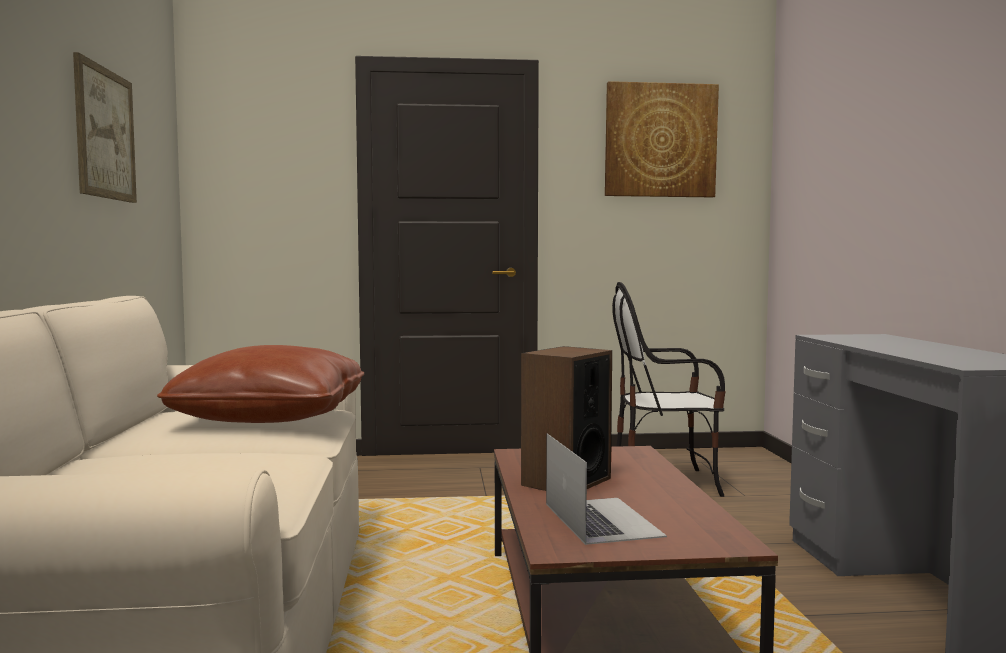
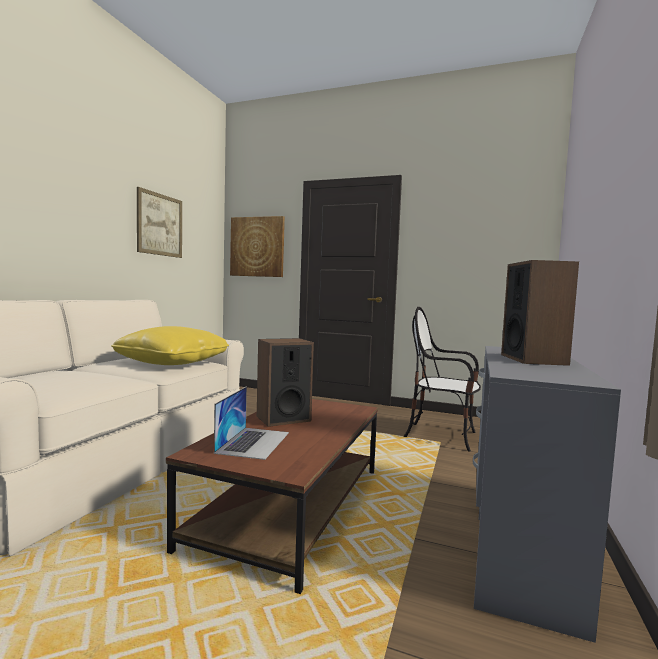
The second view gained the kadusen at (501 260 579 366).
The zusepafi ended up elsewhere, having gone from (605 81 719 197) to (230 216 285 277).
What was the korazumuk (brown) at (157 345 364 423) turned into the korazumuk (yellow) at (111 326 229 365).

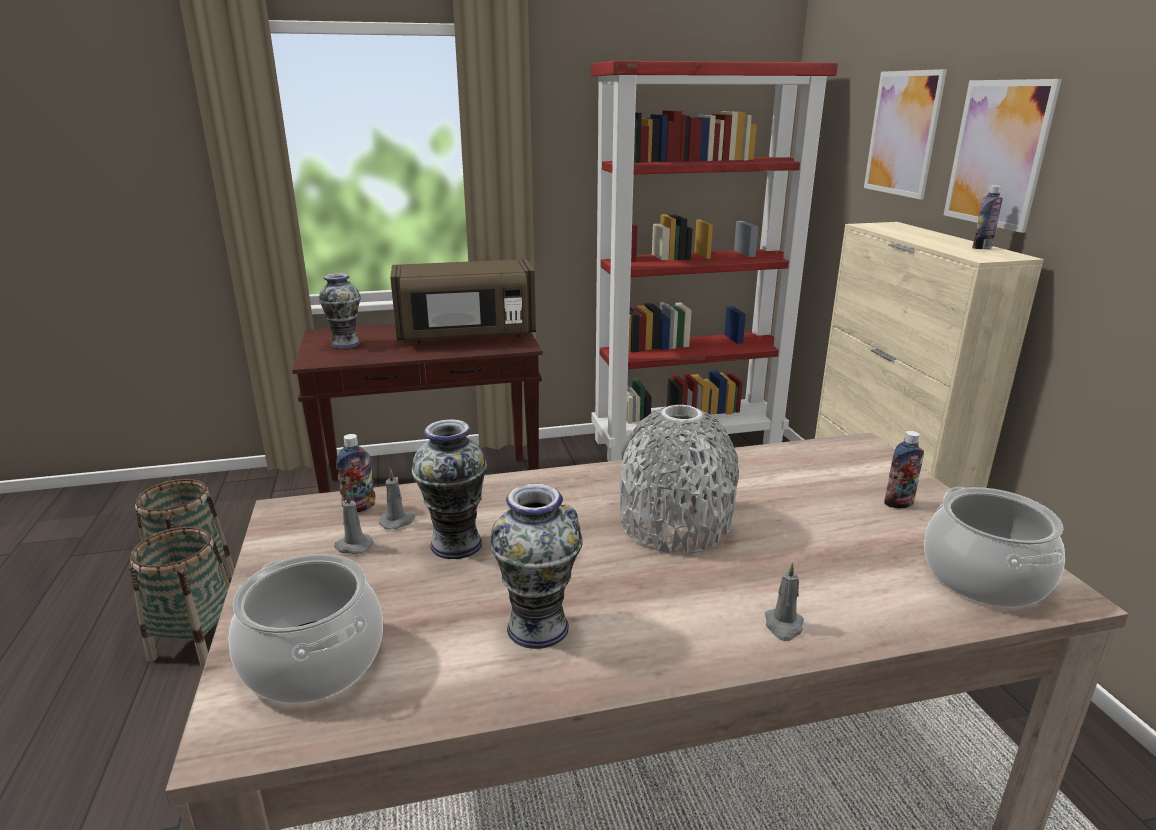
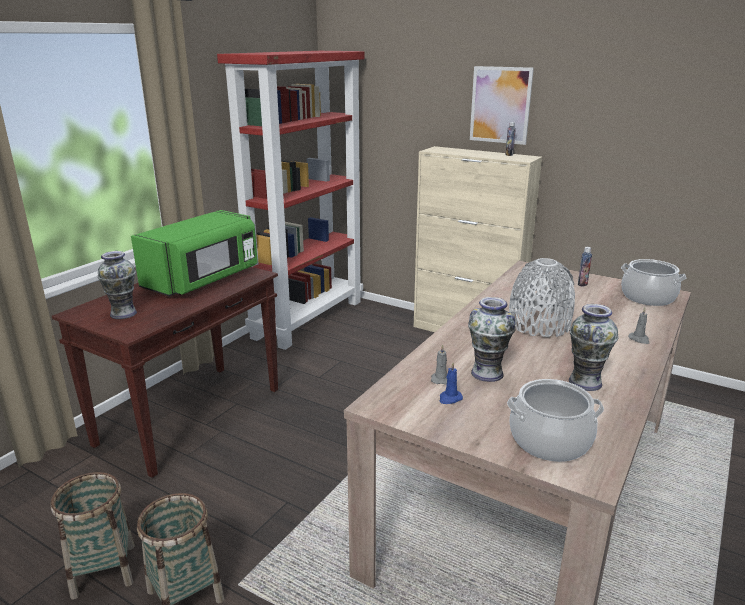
The second view lost the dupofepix at (336 434 375 512).
The second view lost the zusepafi at (864 69 947 200).
What was the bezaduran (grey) at (334 491 373 554) turned into the bezaduran (blue) at (439 363 463 404).
What was the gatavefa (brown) at (390 259 536 343) turned into the gatavefa (green) at (131 210 258 297).

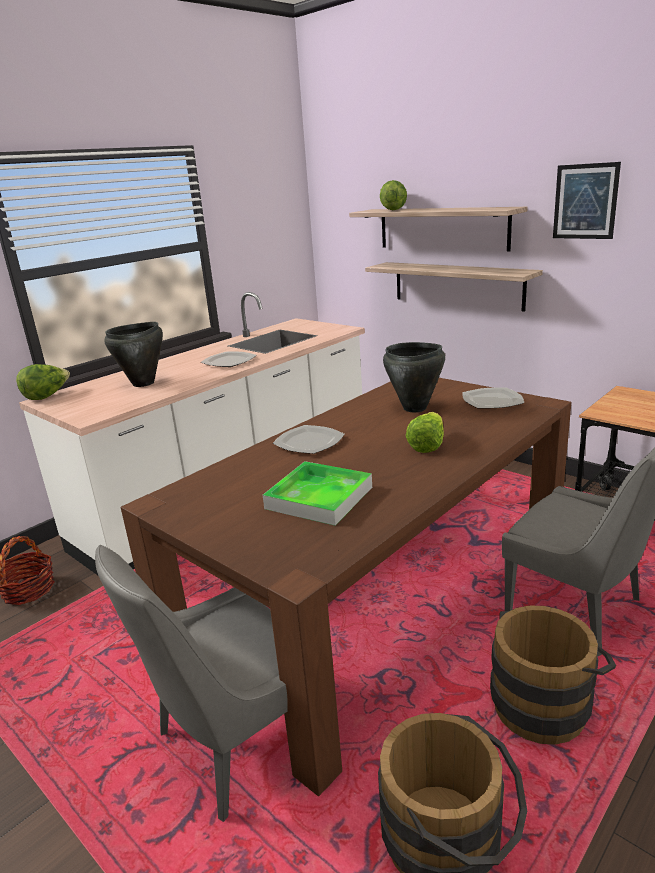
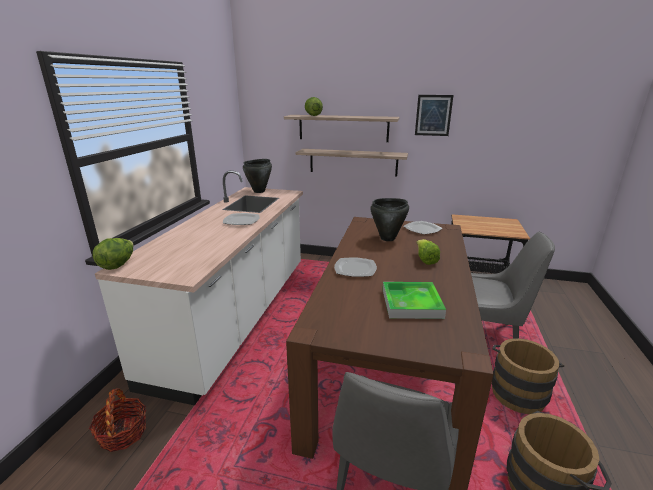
The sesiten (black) ended up elsewhere, having gone from (104 322 163 387) to (243 159 272 193).

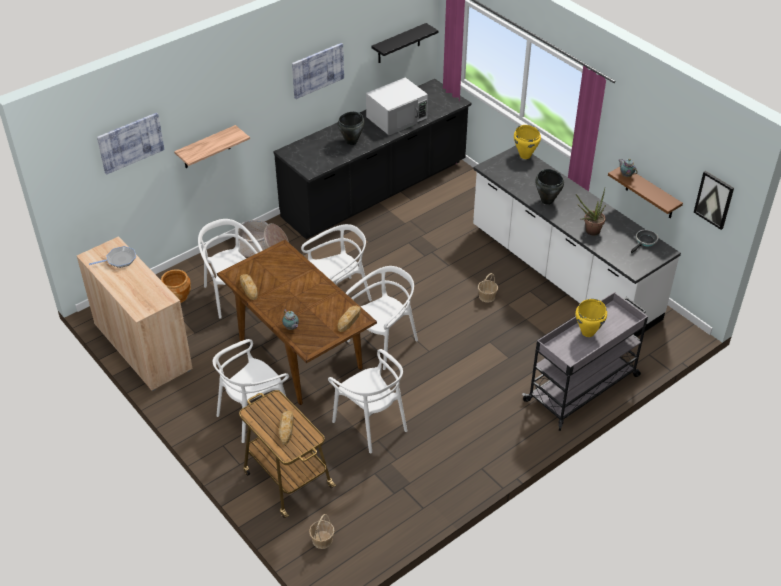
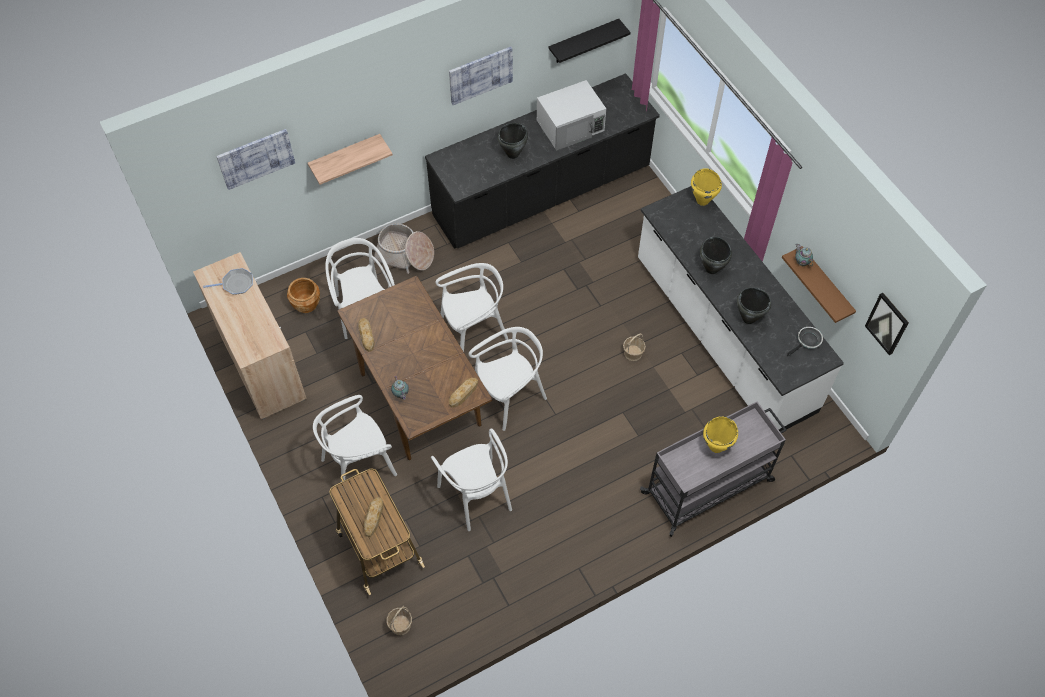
Where the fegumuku stood at (576 189 606 236), the sesiten (black) came to stand at (737 287 771 324).

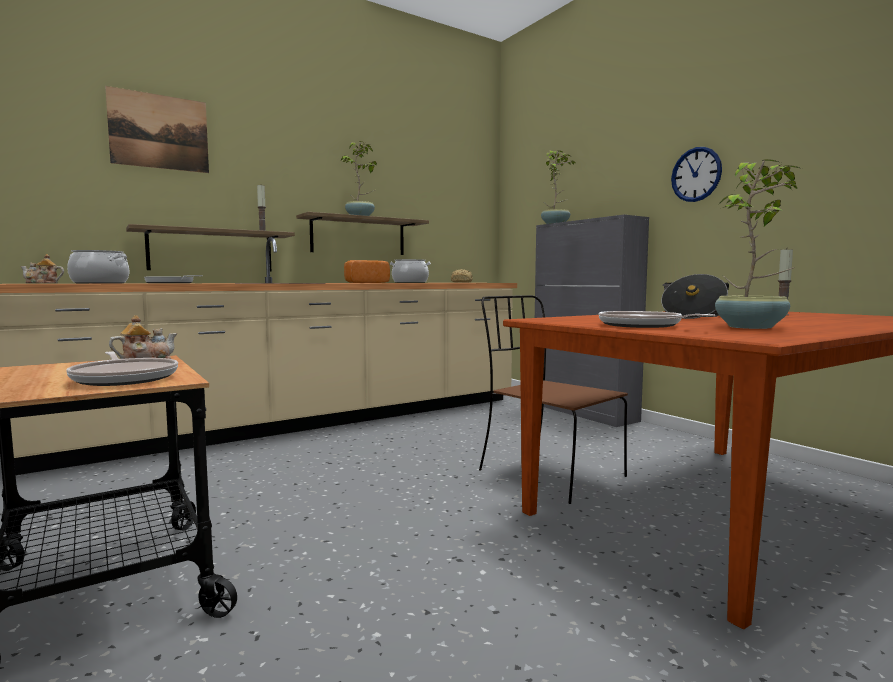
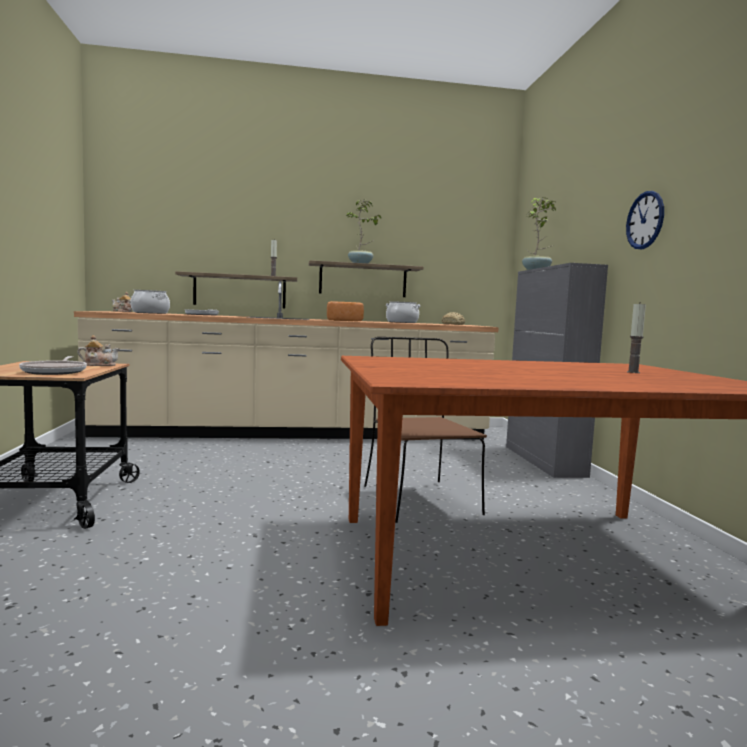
The second view lost the zusepafi at (105 86 209 173).
The second view lost the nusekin at (599 311 715 328).
The second view lost the sesiten at (661 274 729 319).
The second view lost the fegumuku at (715 159 802 329).

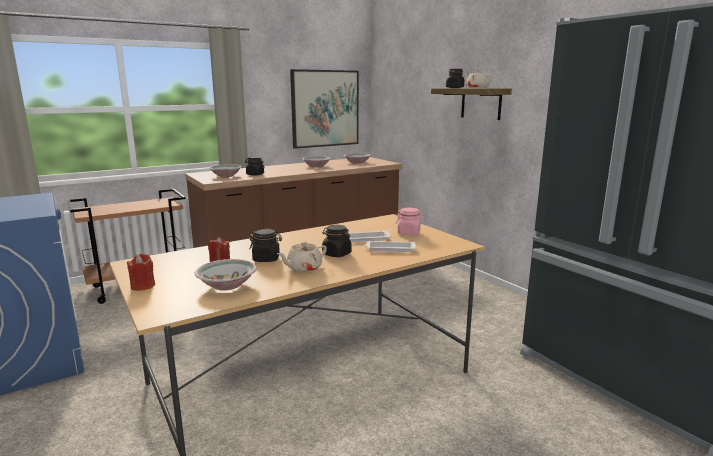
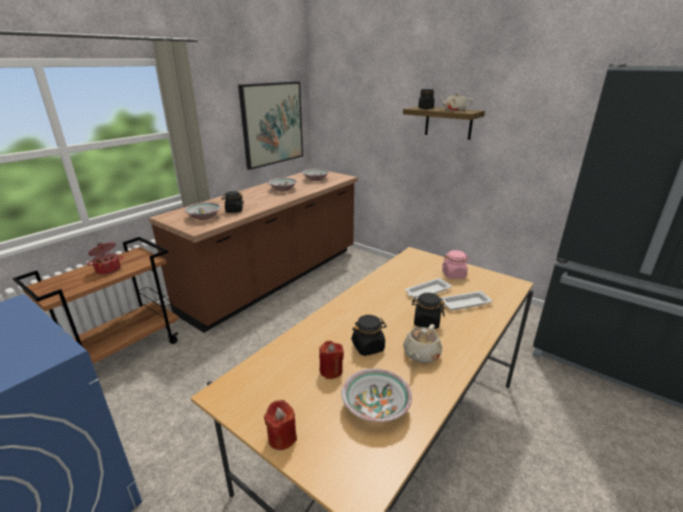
The second view gained the sesiten at (87 242 124 275).

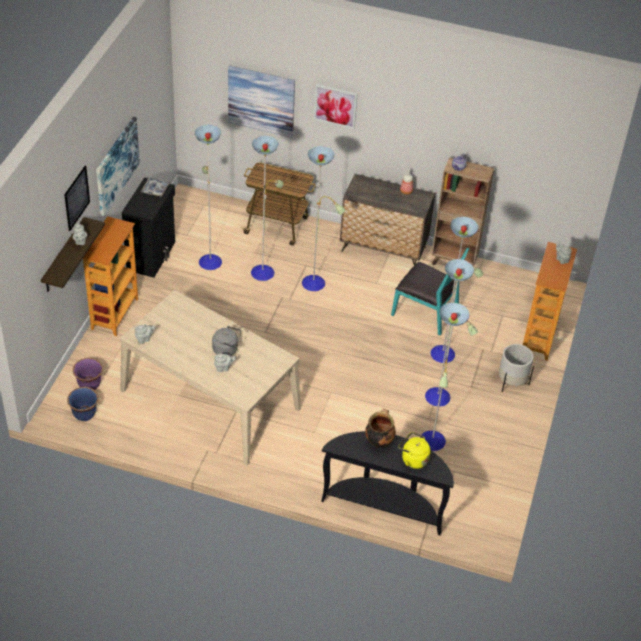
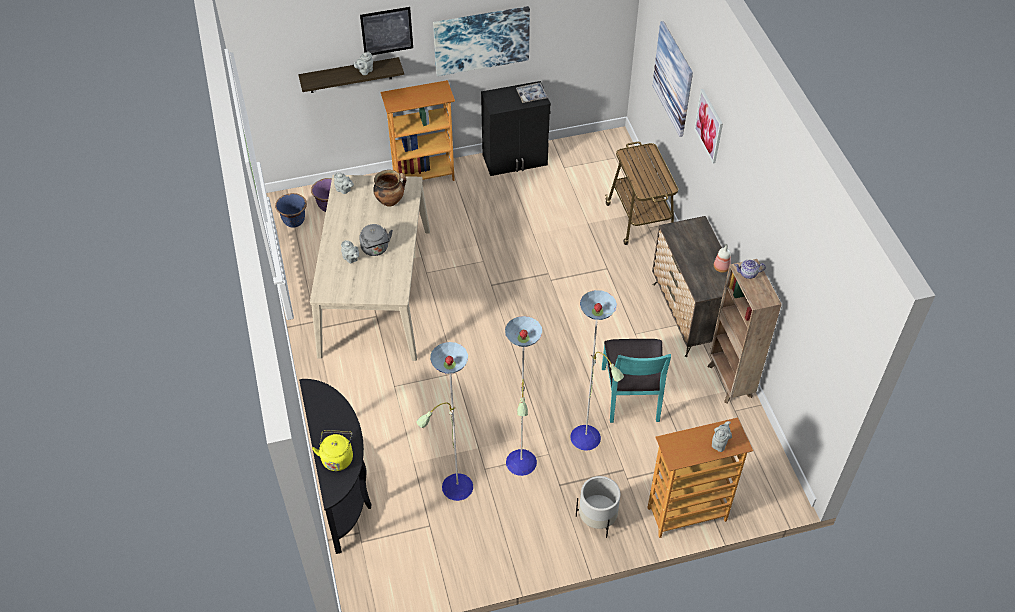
The second view lost the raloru at (195 125 345 291).
The sesiten ended up elsewhere, having gone from (365 409 396 448) to (373 170 406 207).

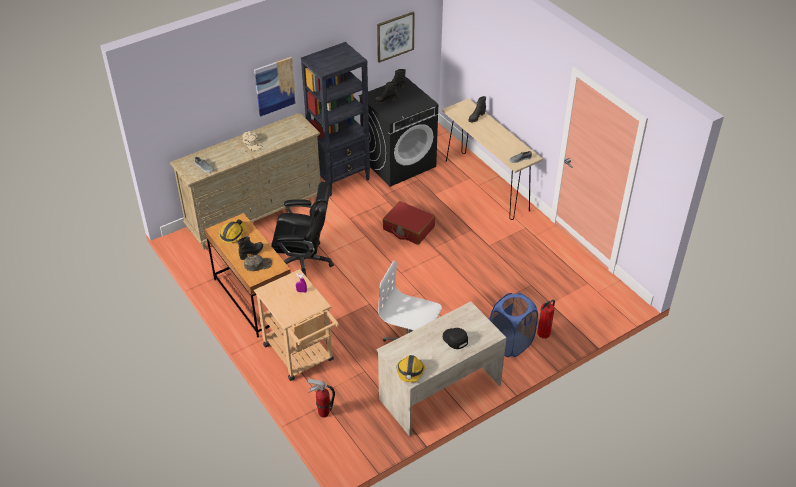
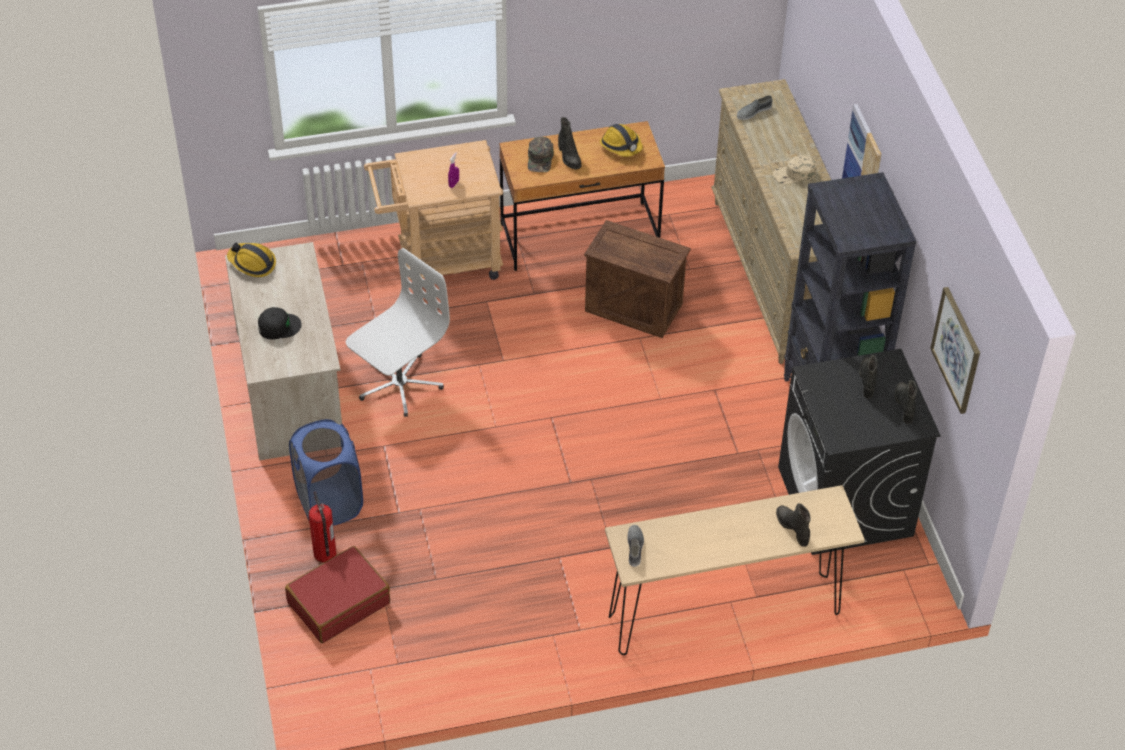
The second view lost the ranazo at (307 378 335 418).
The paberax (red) ended up elsewhere, having gone from (383 201 435 245) to (285 546 390 643).
Where the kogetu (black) stood at (271 181 334 277), the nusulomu came to stand at (584 220 691 338).

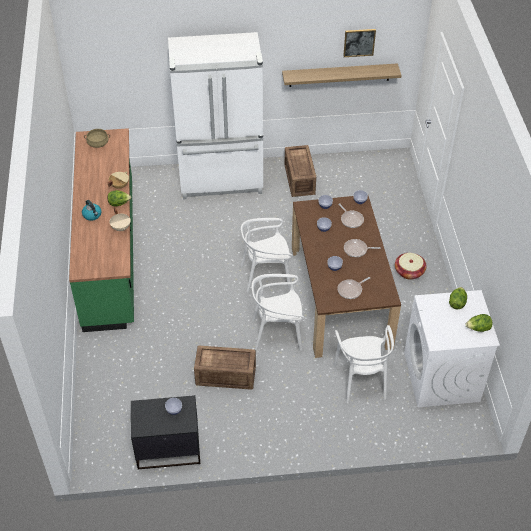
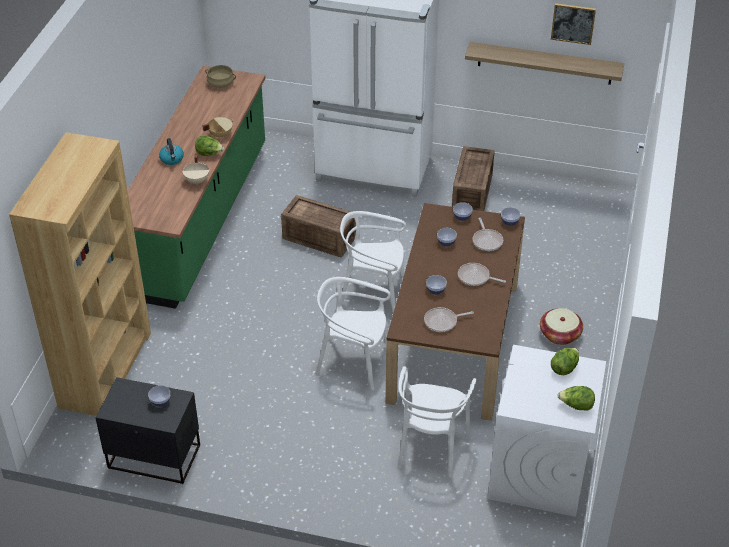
The second view gained the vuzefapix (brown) at (9 132 151 416).
The nusulomu ended up elsewhere, having gone from (194 346 256 390) to (281 195 356 257).

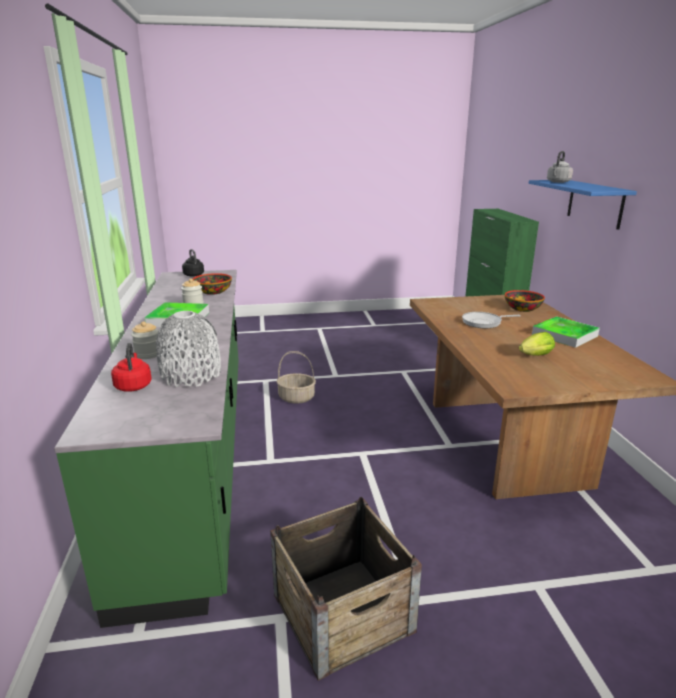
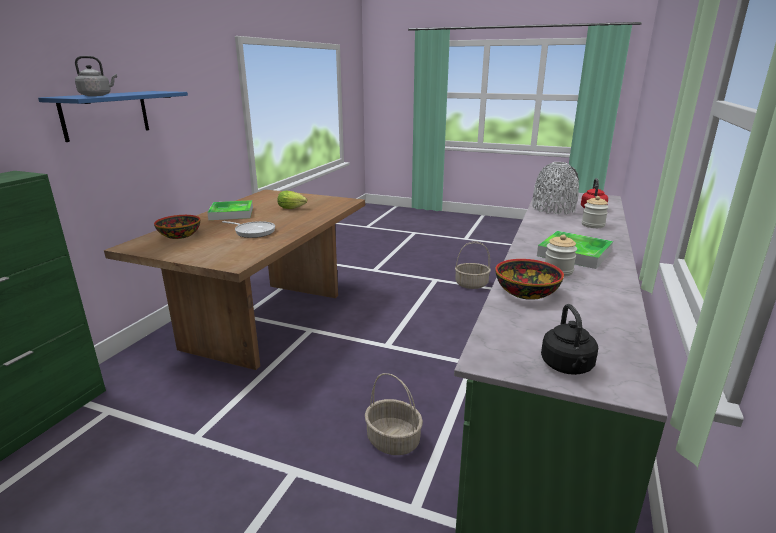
Where the nusulomu stood at (270 497 422 681), the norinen came to stand at (455 241 491 289).

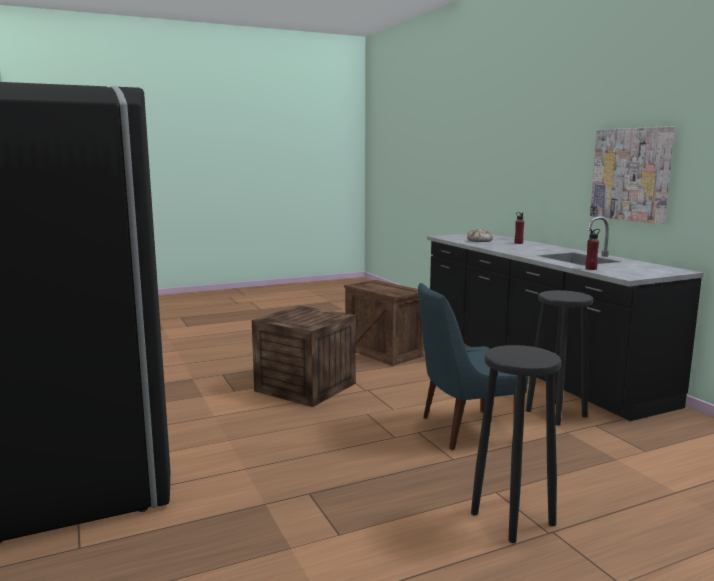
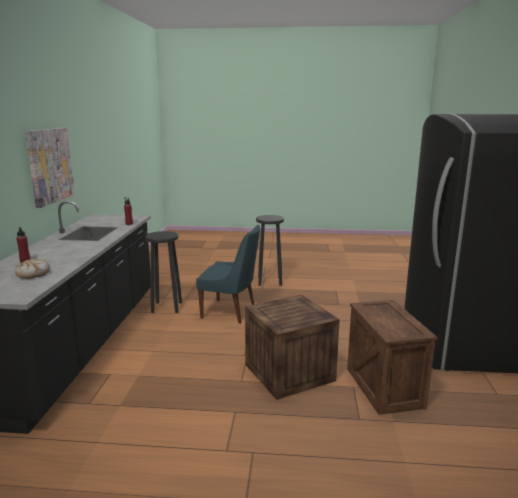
The nusulomu ended up elsewhere, having gone from (344 280 424 366) to (347 300 438 415).

